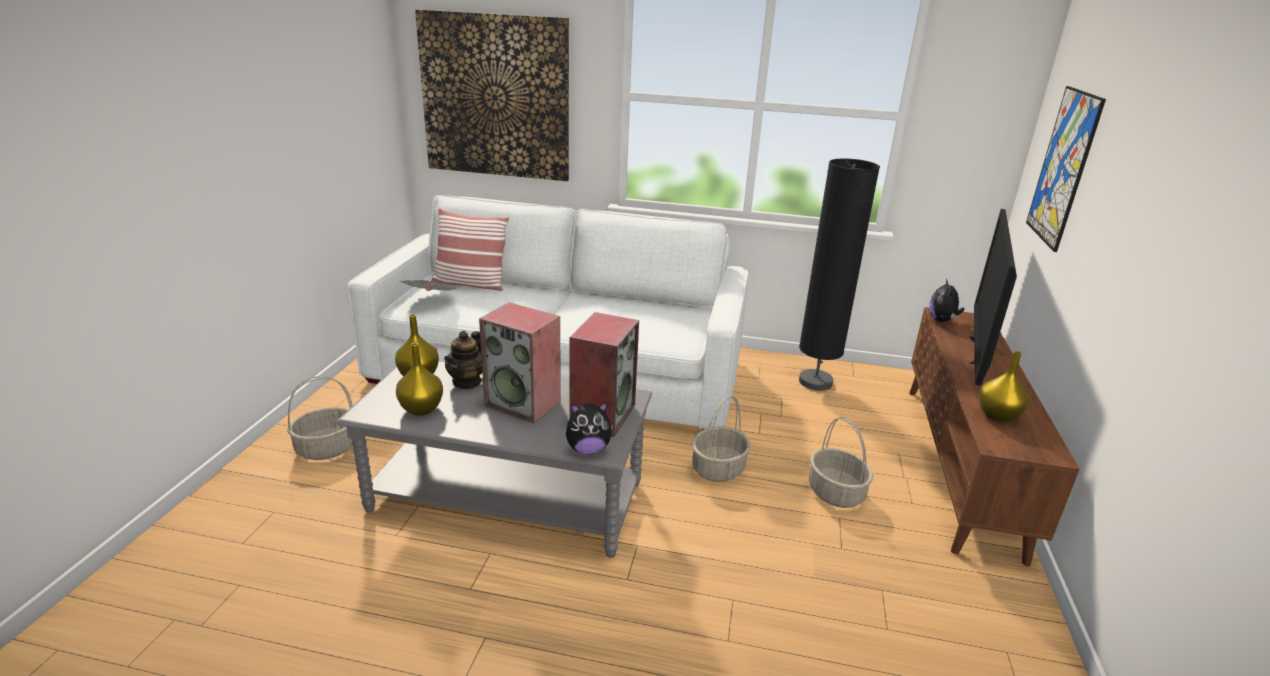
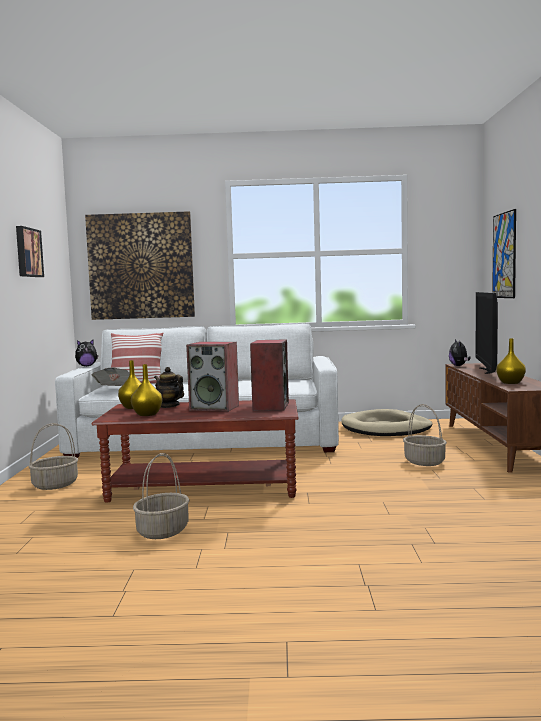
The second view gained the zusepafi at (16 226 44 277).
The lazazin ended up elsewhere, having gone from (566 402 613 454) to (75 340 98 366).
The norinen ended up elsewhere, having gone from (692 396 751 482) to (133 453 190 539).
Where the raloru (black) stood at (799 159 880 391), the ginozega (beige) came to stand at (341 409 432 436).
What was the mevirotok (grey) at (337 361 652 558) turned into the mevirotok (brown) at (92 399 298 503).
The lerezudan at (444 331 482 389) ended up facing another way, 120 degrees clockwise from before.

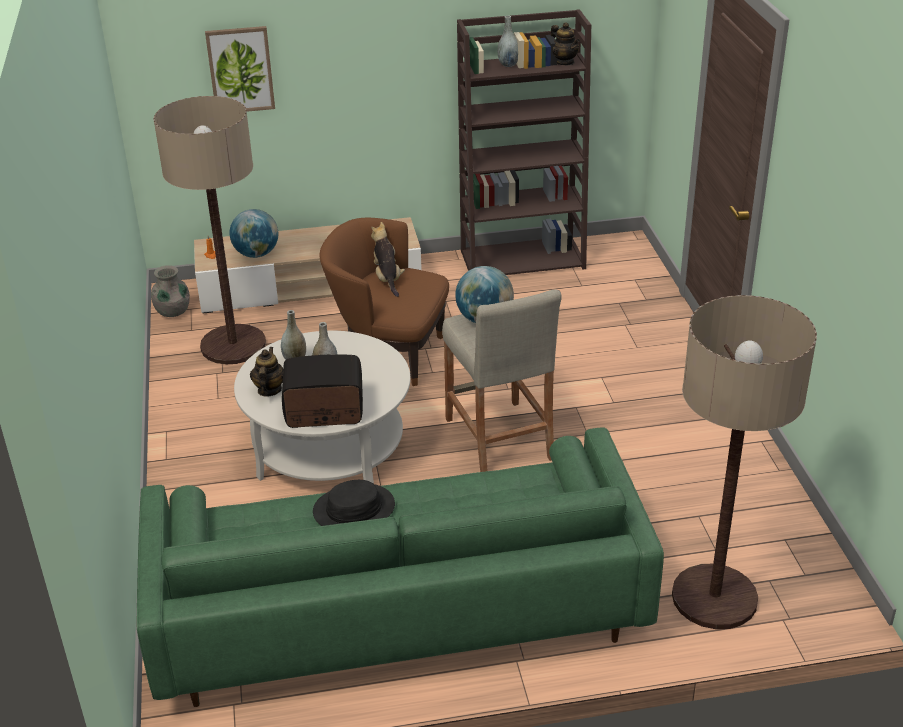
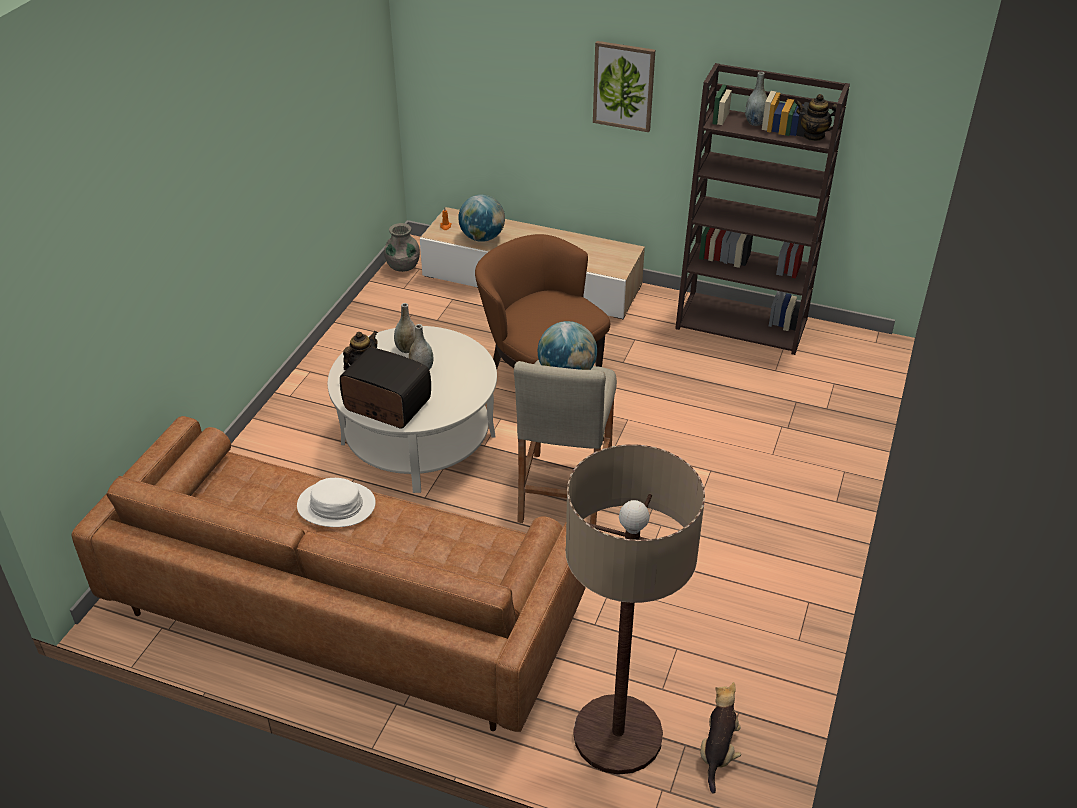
The second view lost the raloru at (154 96 266 365).
The zusepafi ended up elsewhere, having gone from (205 26 275 112) to (593 41 655 132).
The lazazin ended up elsewhere, having gone from (371 222 405 297) to (701 682 741 793).
What was the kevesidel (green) at (136 427 664 707) turned into the kevesidel (brown) at (72 416 586 732).
What was the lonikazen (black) at (313 480 395 526) turned into the lonikazen (white) at (297 478 376 527).
The lerezudan at (551 22 580 65) ended up facing another way, 120 degrees clockwise from before.

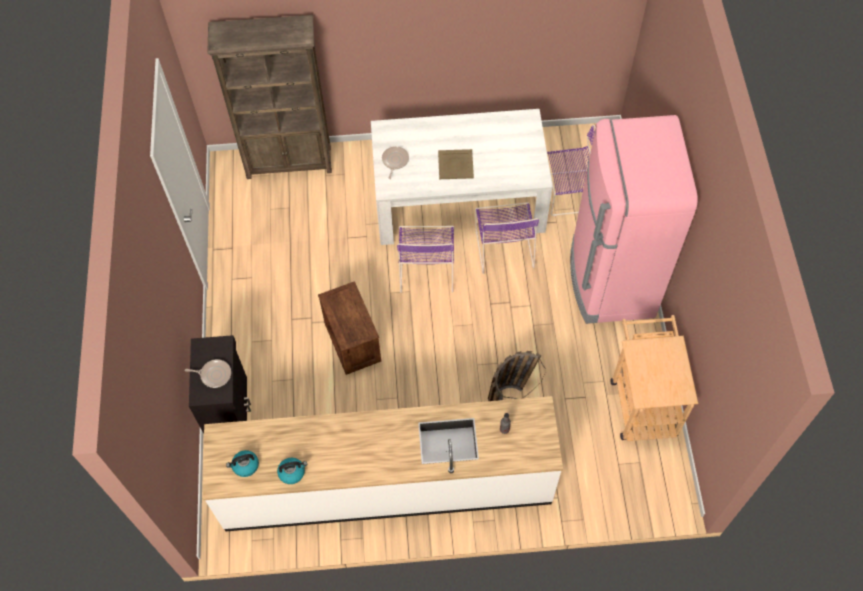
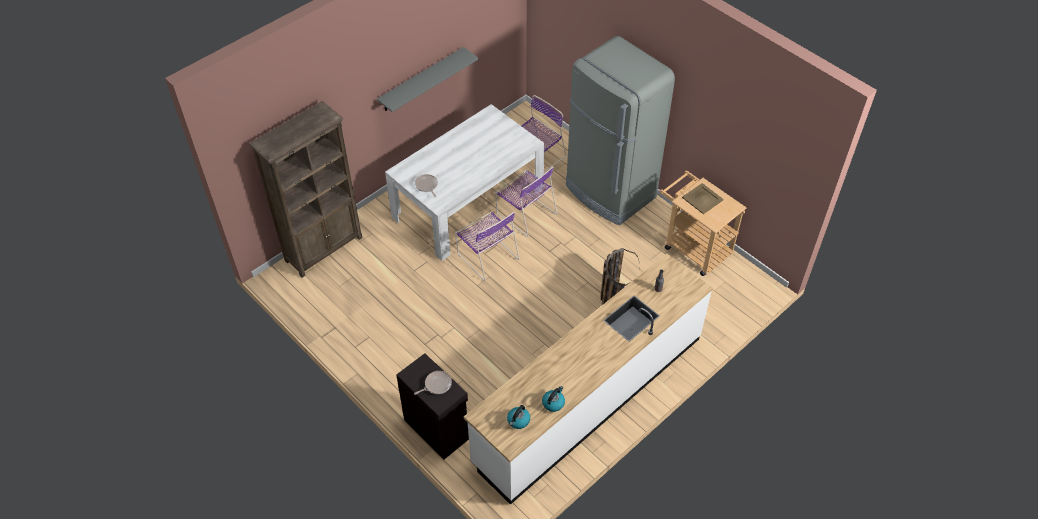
The second view lost the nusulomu at (318 281 381 375).
The second view gained the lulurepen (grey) at (377 47 479 112).
The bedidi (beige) ended up elsewhere, having gone from (438 149 474 179) to (682 183 724 214).
What was the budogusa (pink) at (570 115 698 324) turned into the budogusa (grey) at (566 36 675 225).

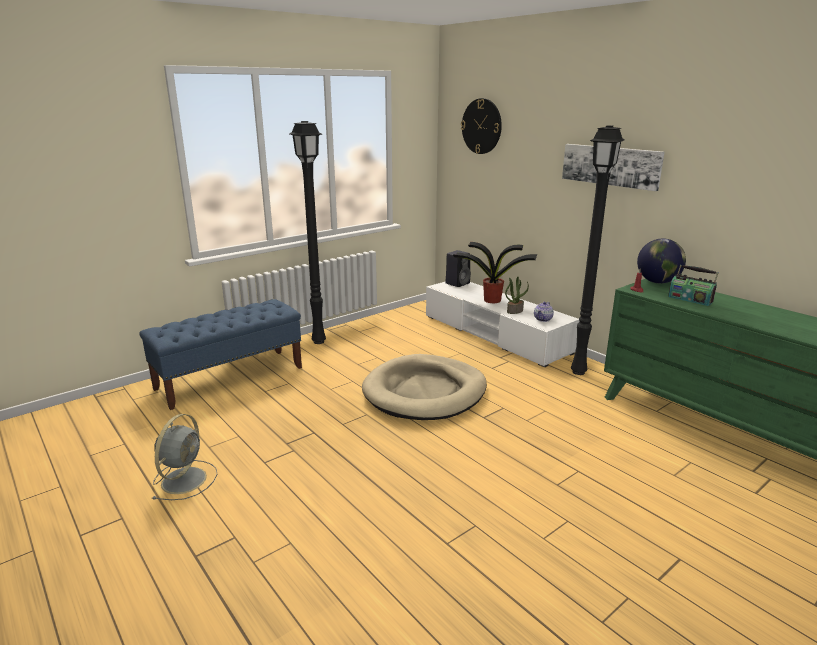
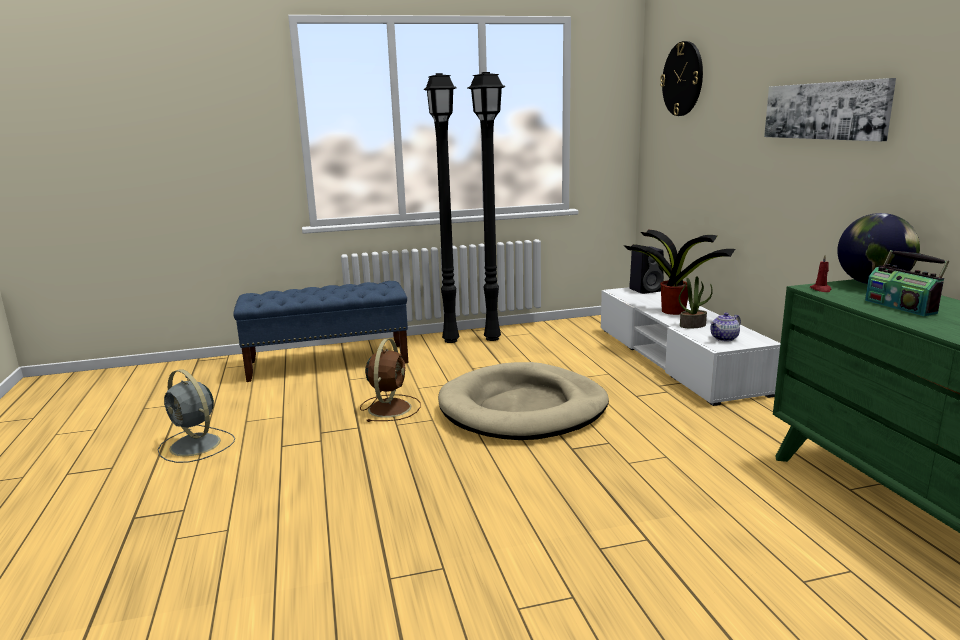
The second view gained the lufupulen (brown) at (360 339 421 422).
The raloru (black) ended up elsewhere, having gone from (571 125 625 375) to (468 72 506 341).
The lufupulen (grey) at (152 414 217 500) ended up facing another way, 90 degrees clockwise from before.

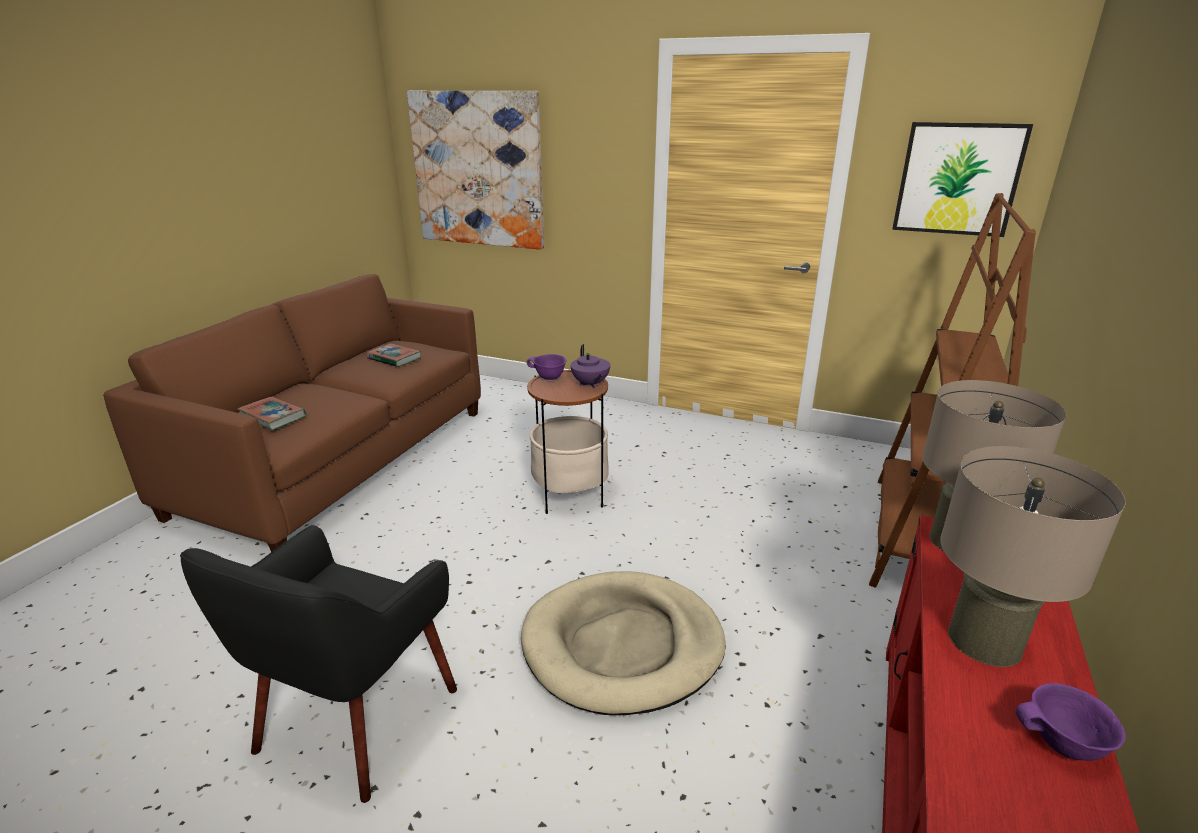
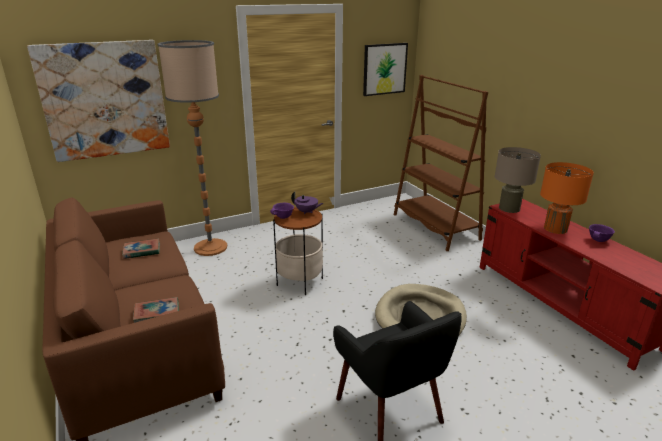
The second view gained the raloru at (157 40 227 256).
What was the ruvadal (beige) at (940 446 1126 667) turned into the ruvadal (orange) at (540 162 594 234).

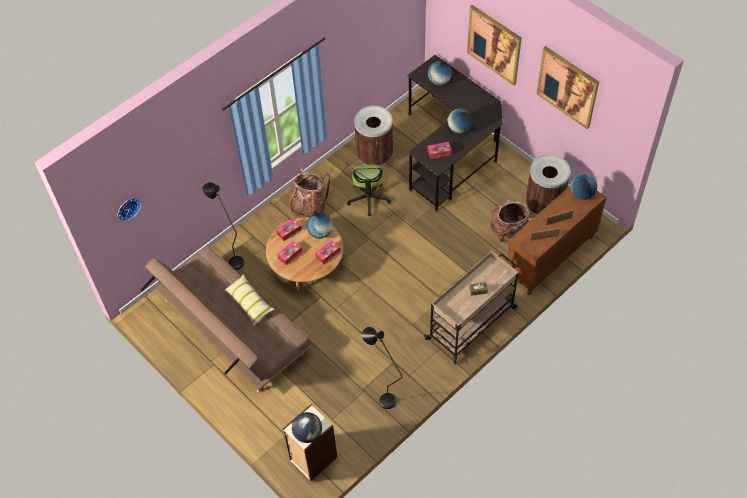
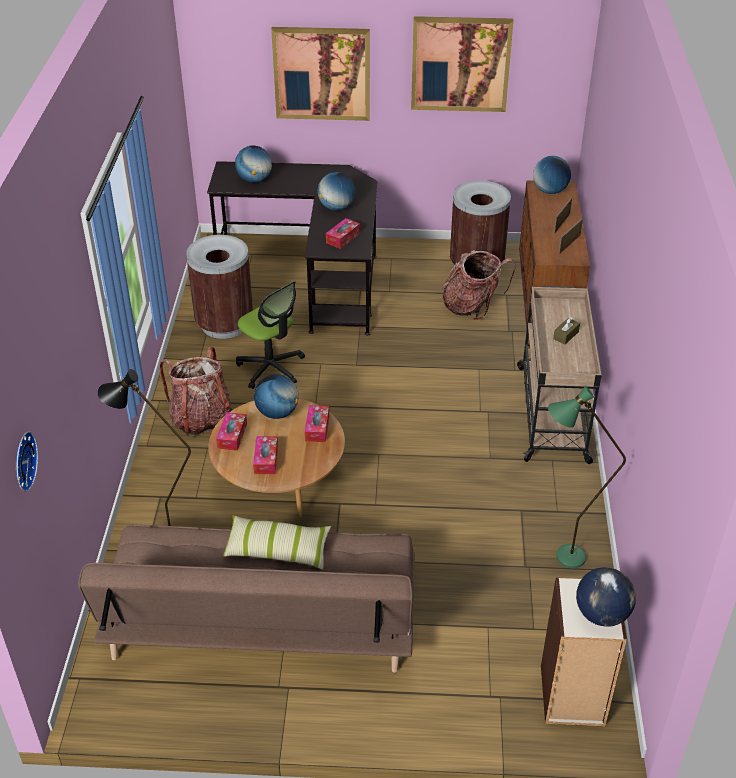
What was the raloru (black) at (361 327 403 409) turned into the raloru (green) at (548 385 626 568).

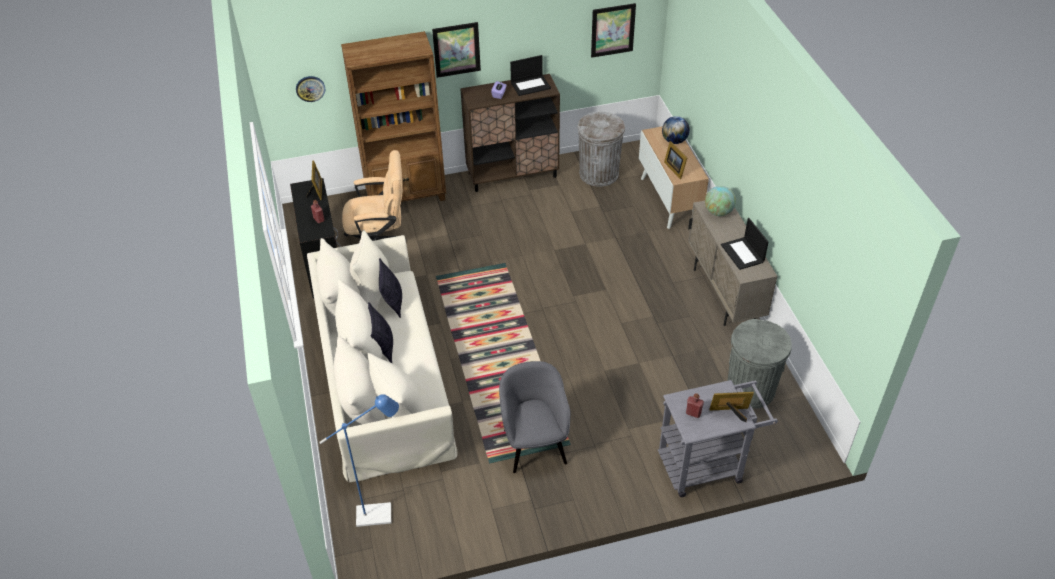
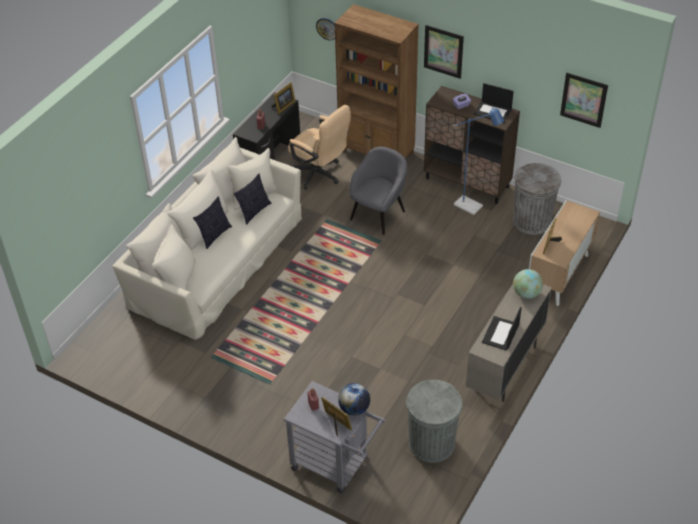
The raloru (blue) ended up elsewhere, having gone from (319 394 399 527) to (453 107 504 215).
The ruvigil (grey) ended up elsewhere, having gone from (499 361 571 473) to (350 147 407 235).
The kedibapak ended up elsewhere, having gone from (662 116 690 144) to (338 383 370 416).

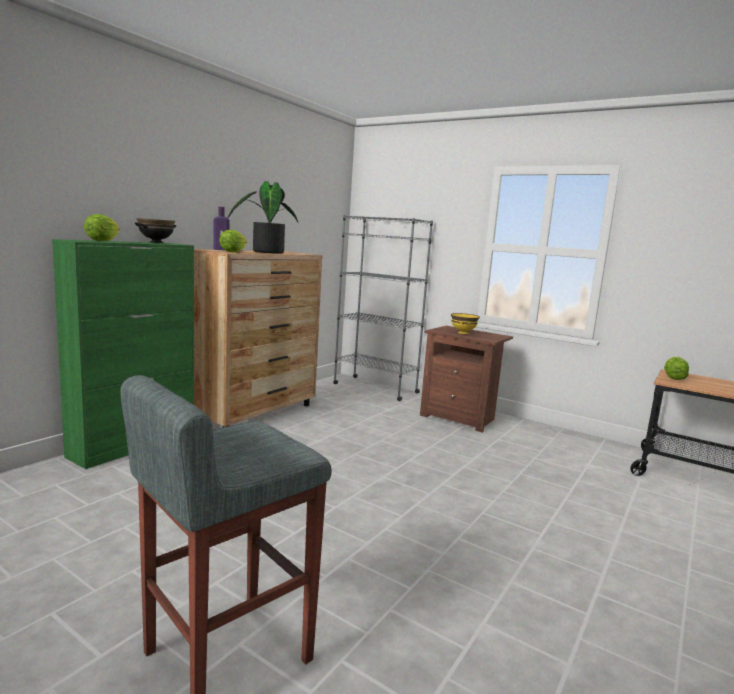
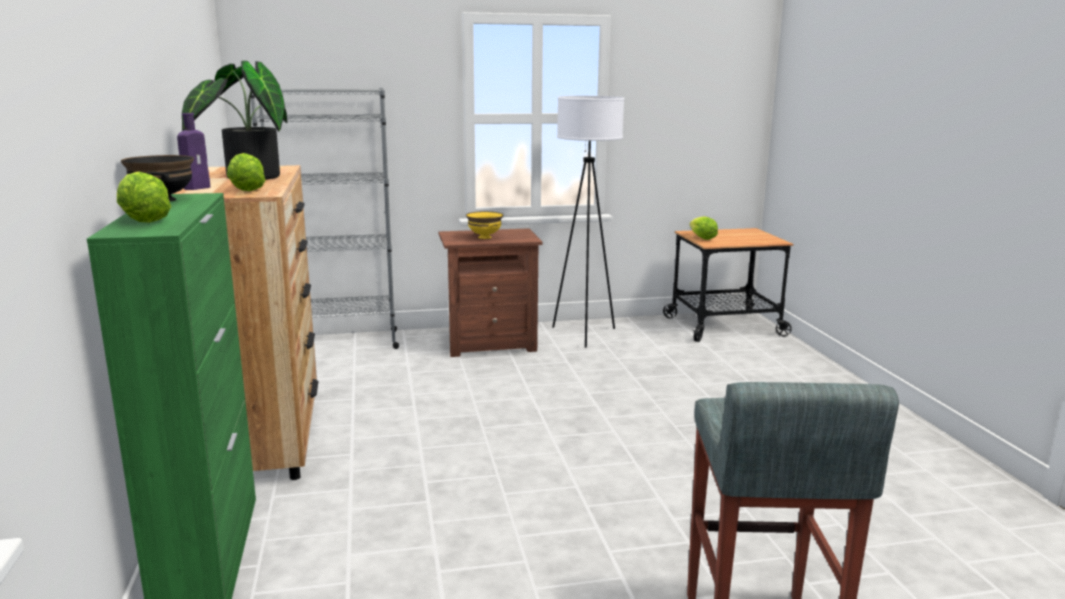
The second view gained the raloru (white) at (552 96 624 348).

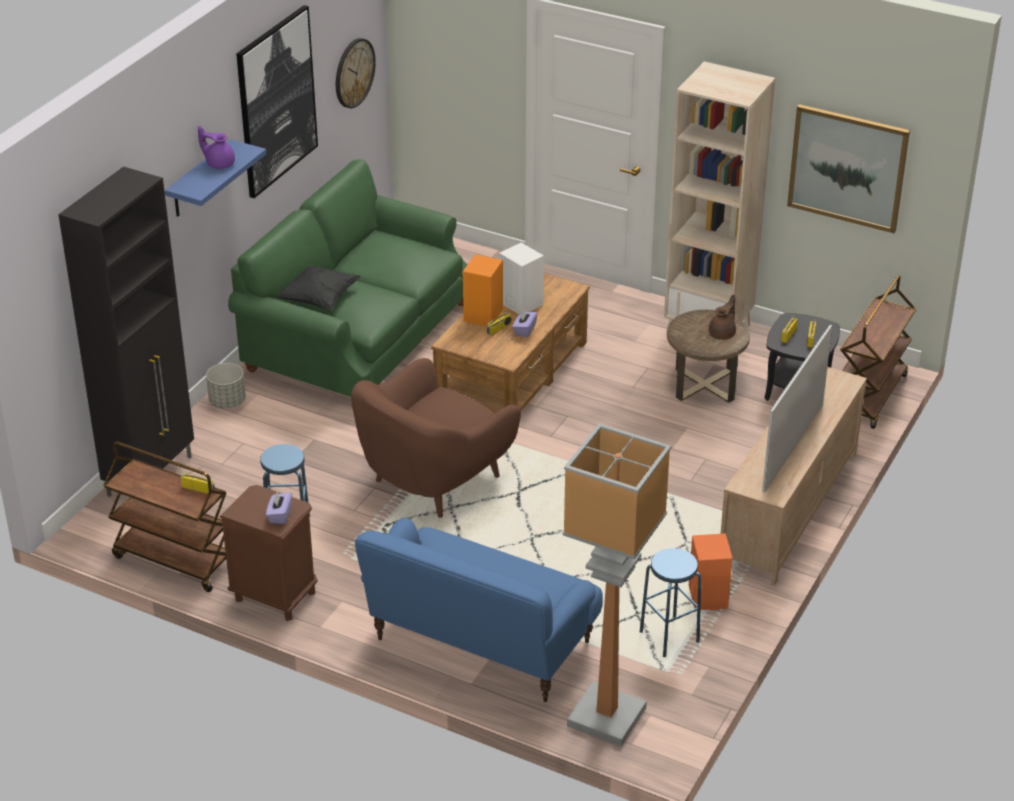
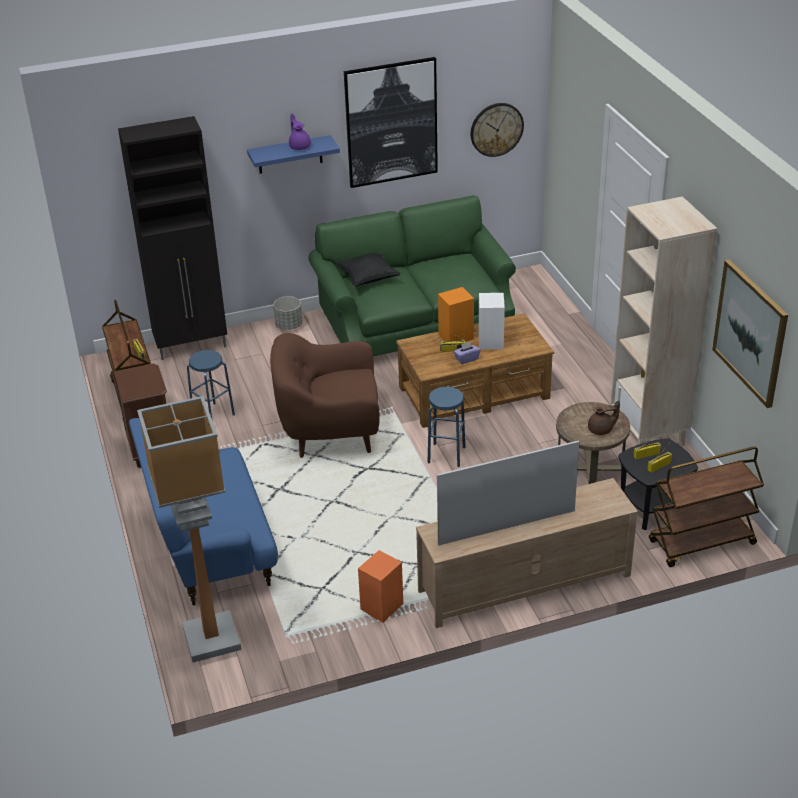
The second view lost the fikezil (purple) at (266 492 292 524).
The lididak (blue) ended up elsewhere, having gone from (640 548 701 657) to (428 387 465 467).

